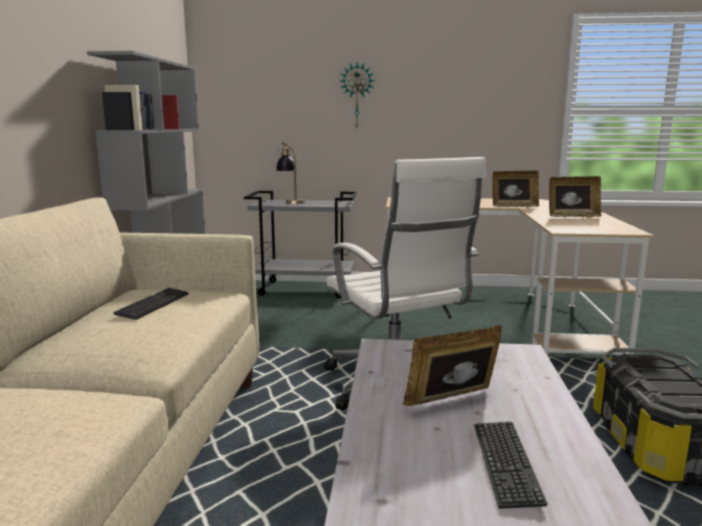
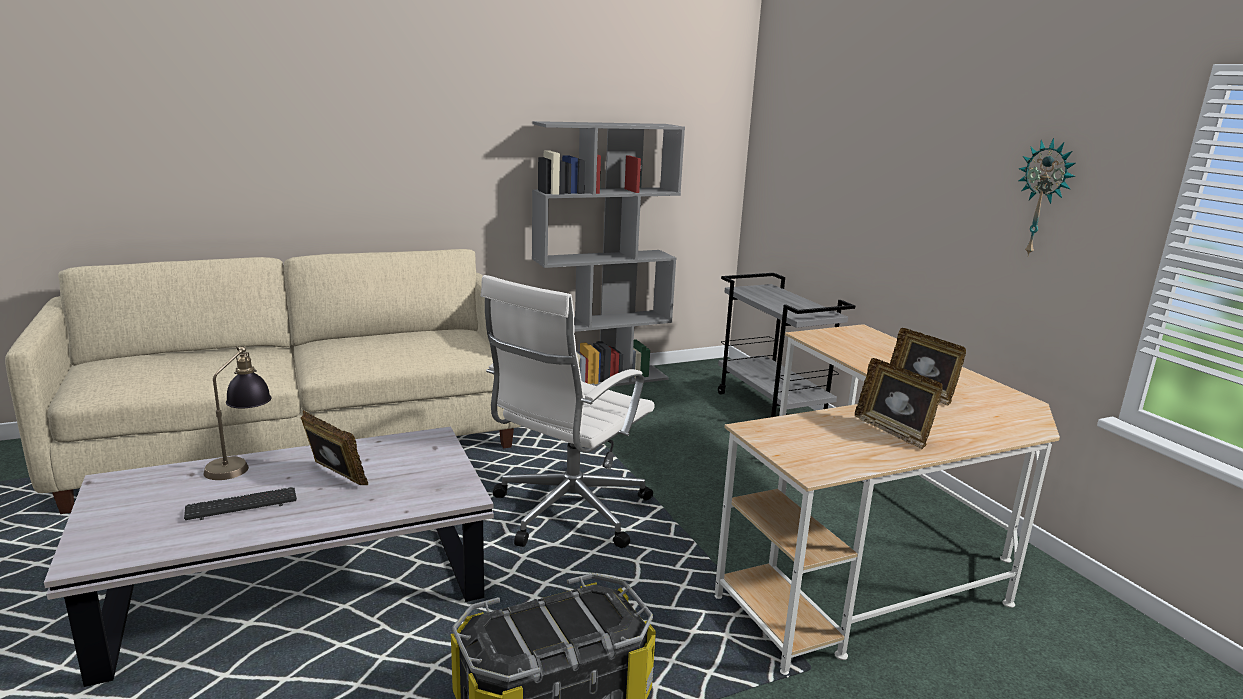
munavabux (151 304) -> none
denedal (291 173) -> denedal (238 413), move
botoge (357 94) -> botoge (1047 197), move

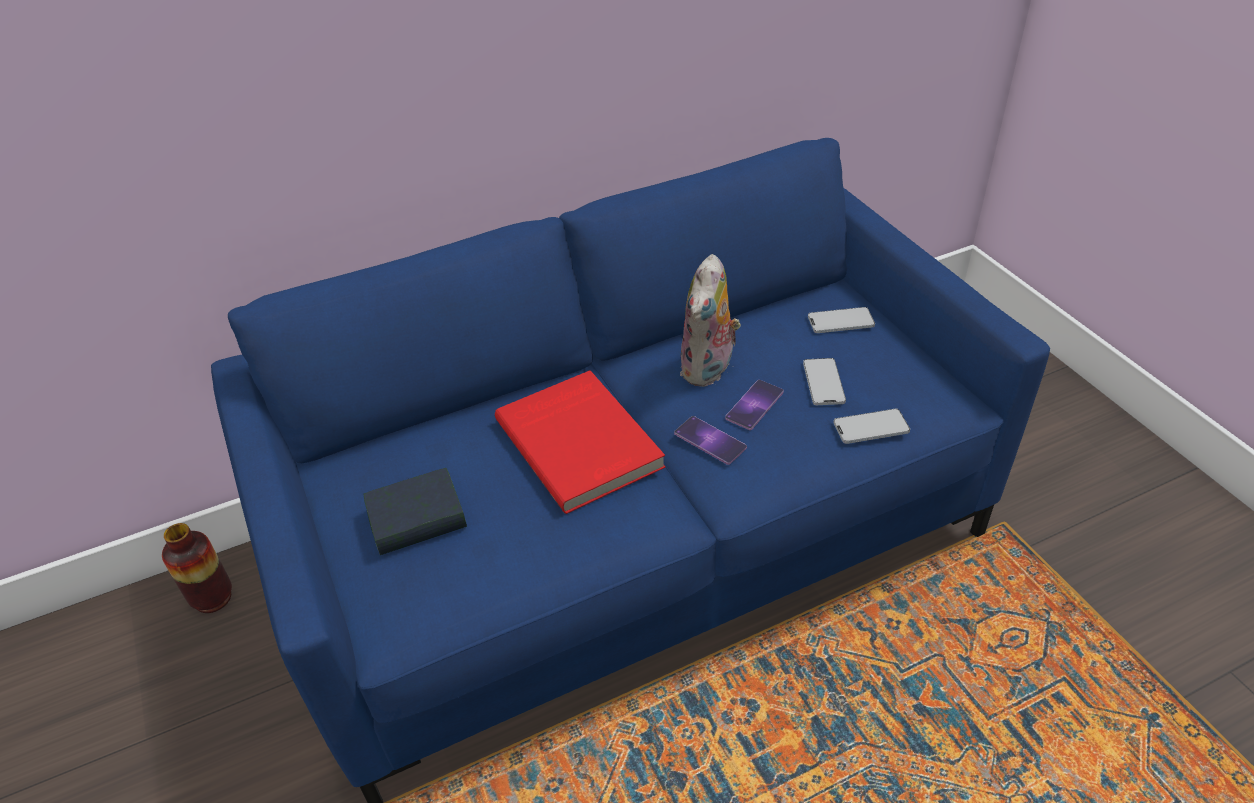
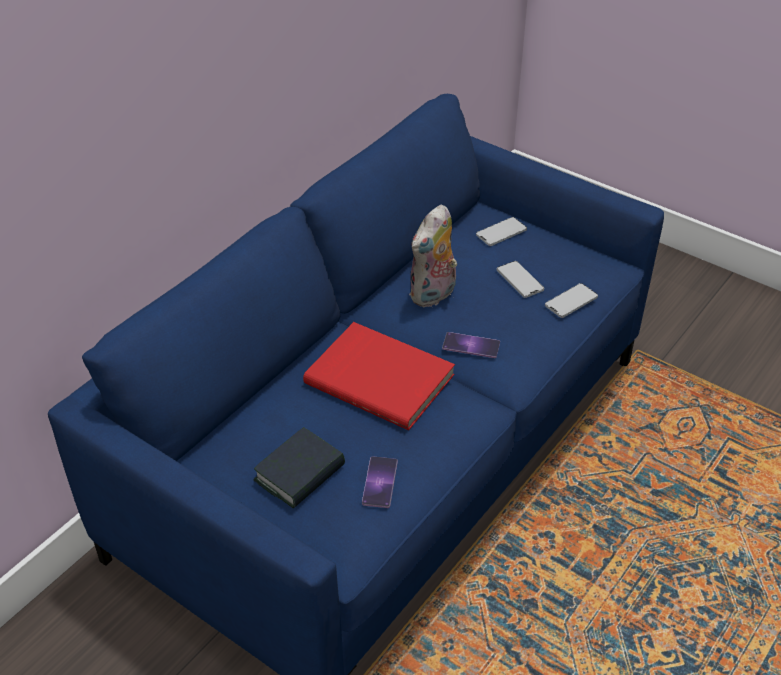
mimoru (197 568) -> none
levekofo (754 405) -> levekofo (380 482), move
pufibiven (710 320) -> pufibiven (433 256), 45 degrees clockwise

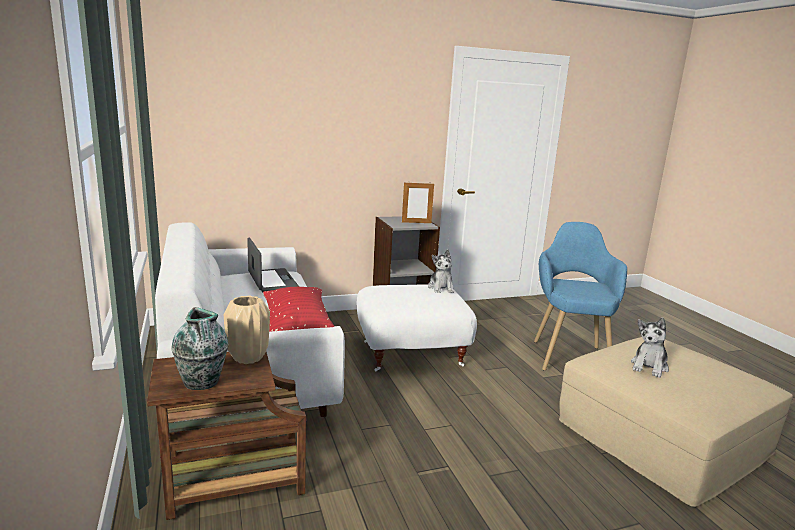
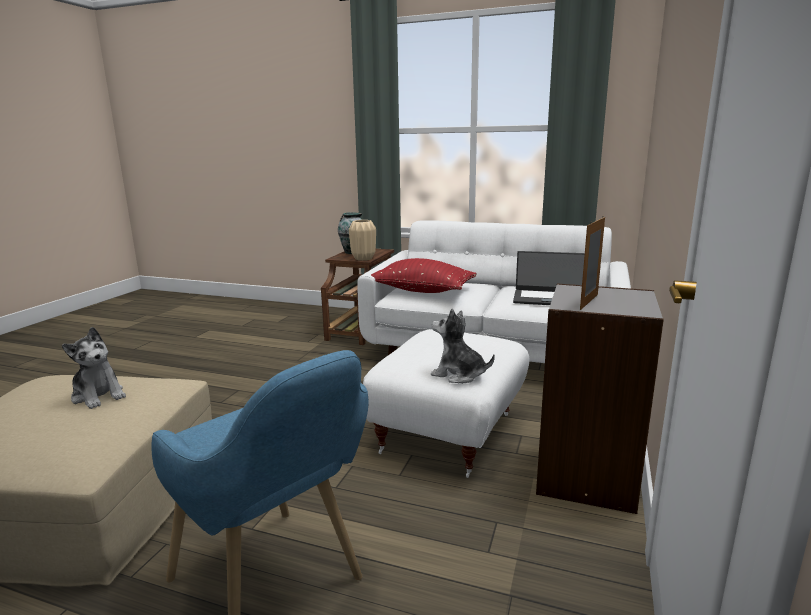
pufibiven (650 348) -> pufibiven (94 368), 150 degrees clockwise

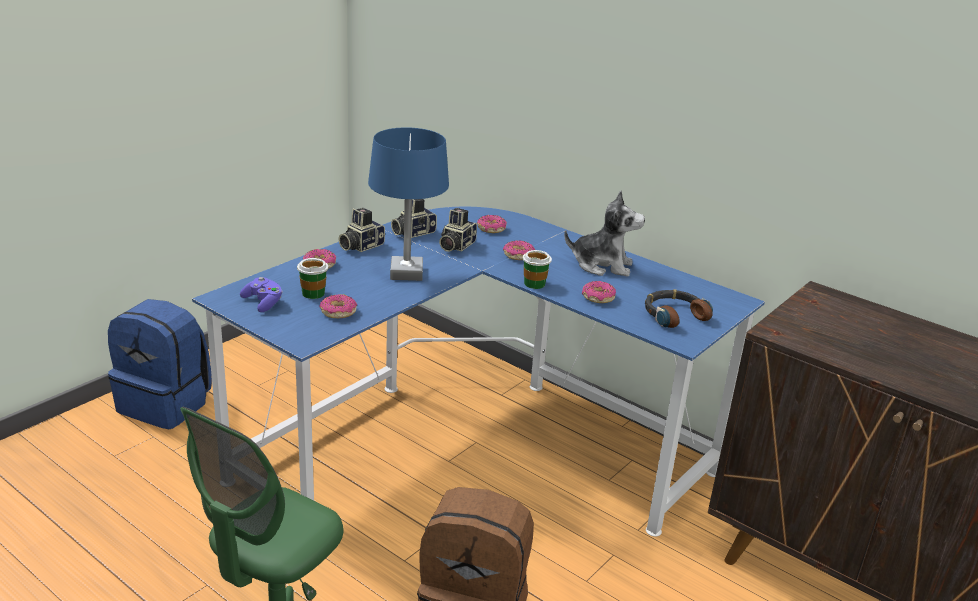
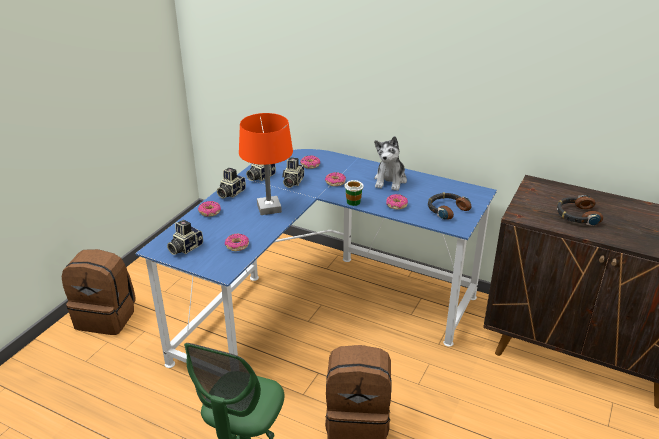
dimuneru (312 278) -> none
none -> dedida (580 210)
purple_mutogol (261 294) -> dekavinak (185 237)
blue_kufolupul (160 364) -> brown_kufolupul (98 292)
blue_denedal (408 204) -> orange_denedal (266 164)
pufibiven (604 233) -> pufibiven (390 163), 105 degrees clockwise

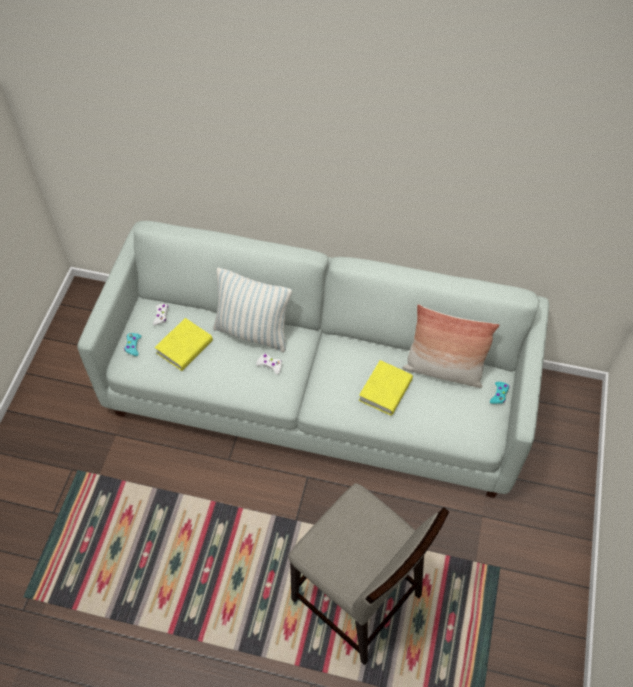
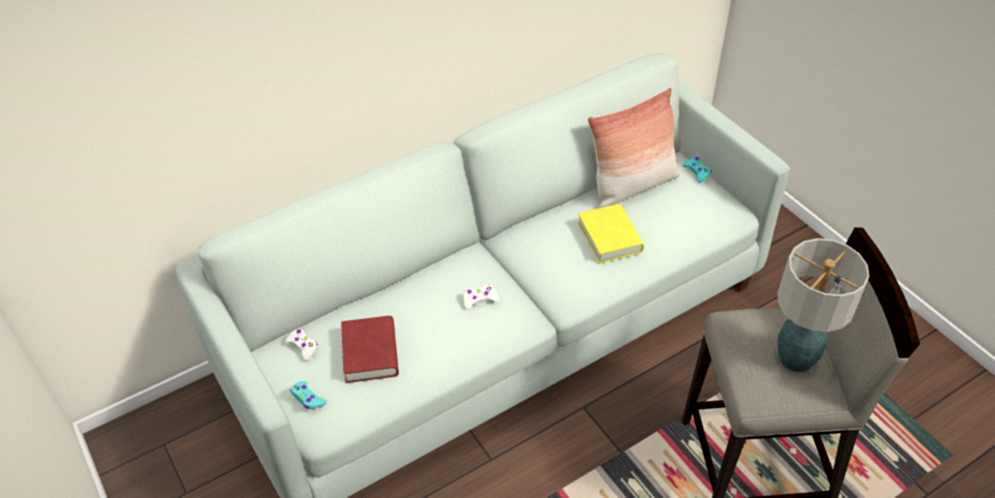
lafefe (252 309) -> none
none -> denedal (824 305)
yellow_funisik (184 344) -> red_funisik (370 349)

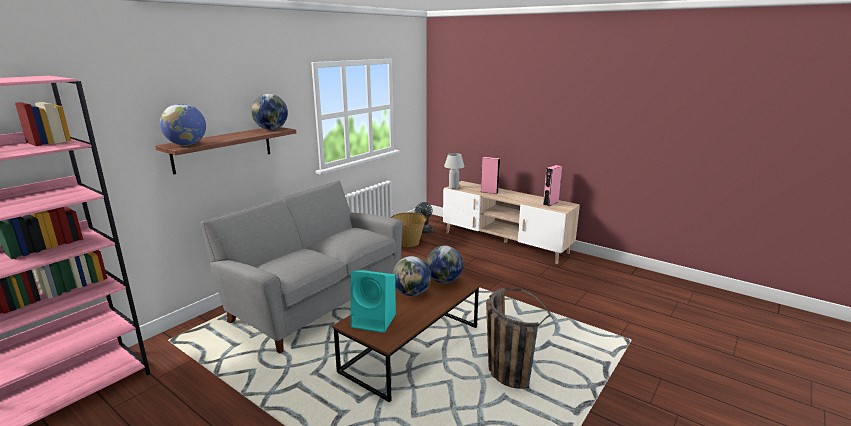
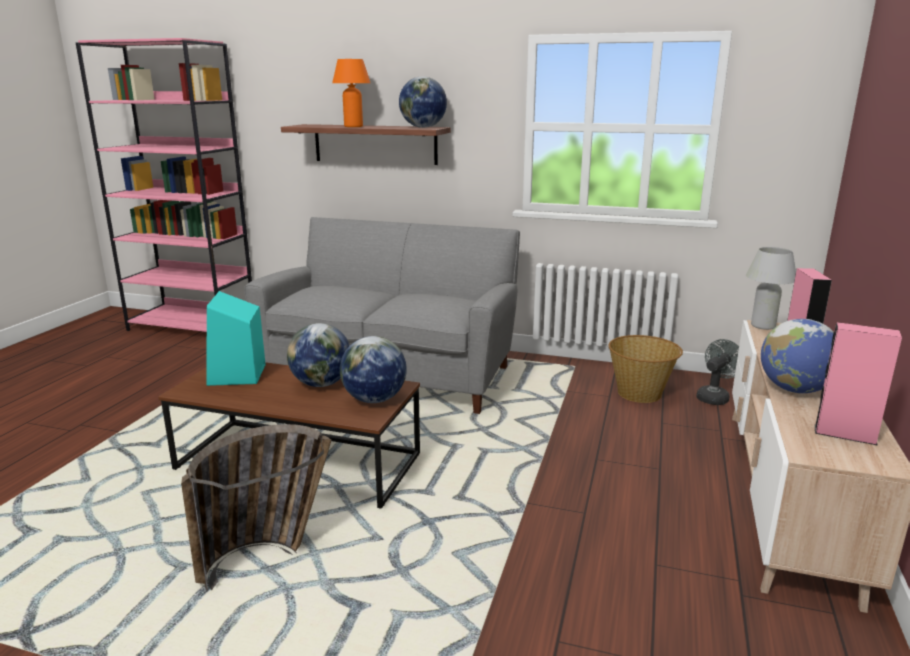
none -> orange_denedal (351 93)
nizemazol (183 124) -> nizemazol (797 356), move

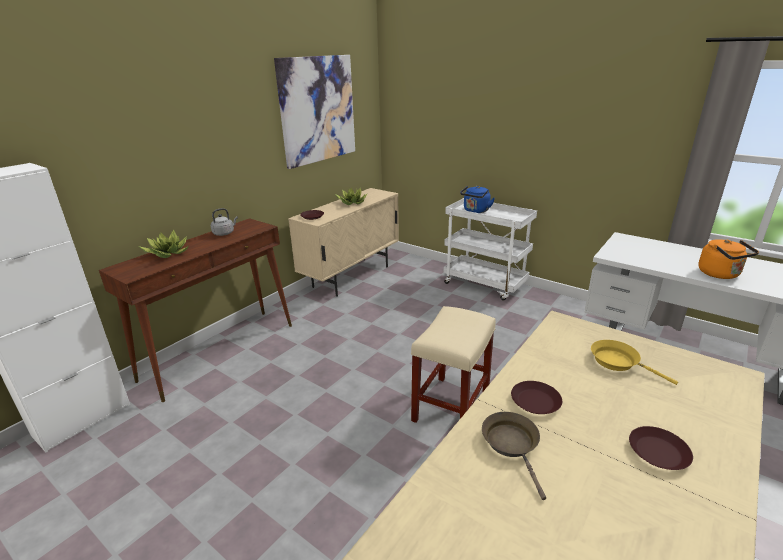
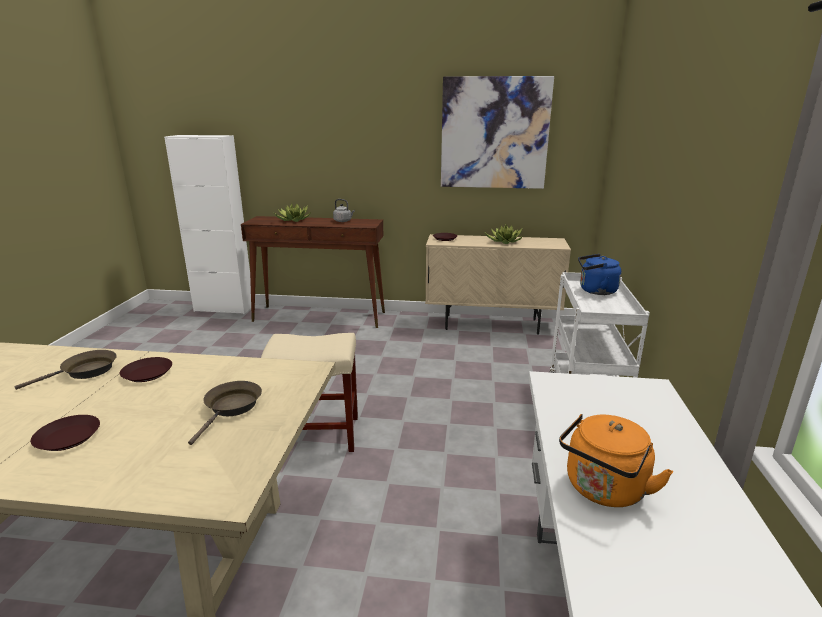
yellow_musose (634 362) -> brown_musose (225 413)

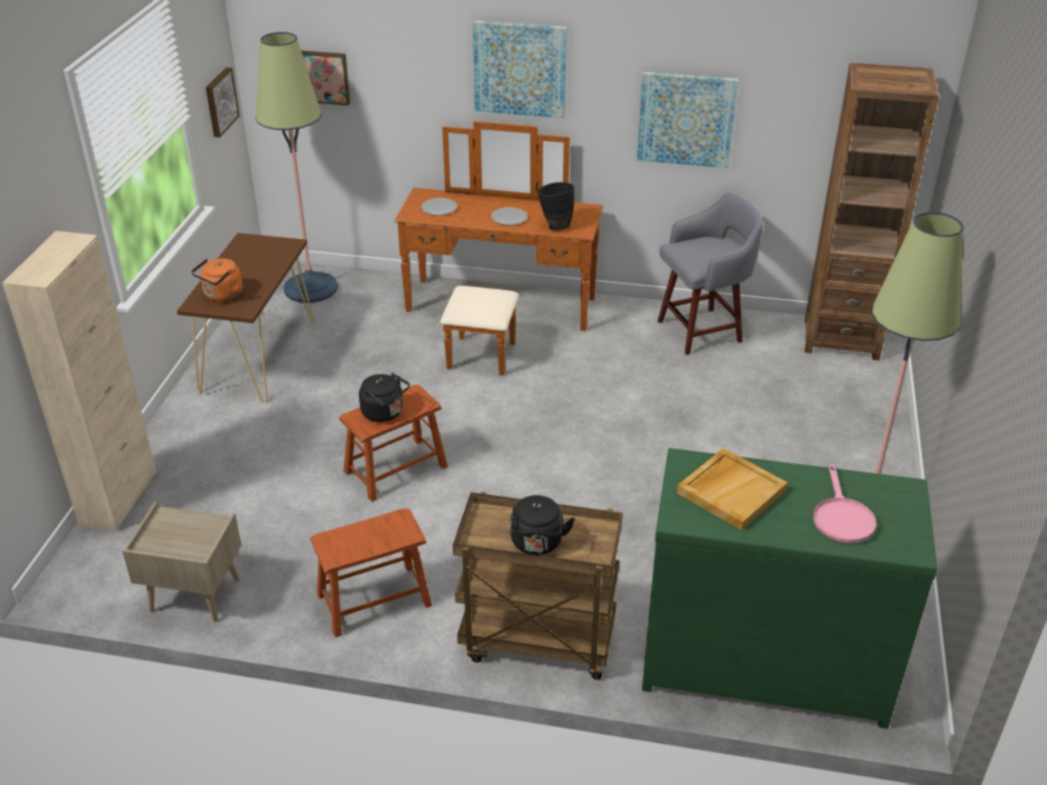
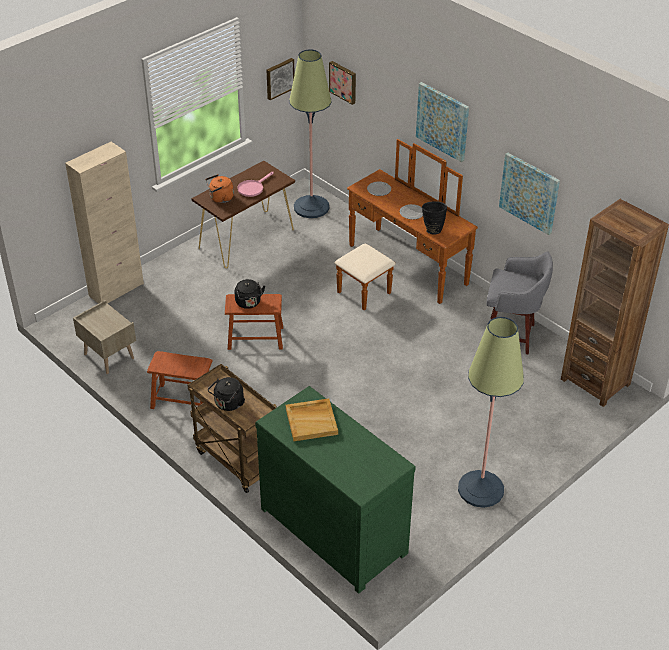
pink_musose (845 503) -> pink_musose (255 184), move

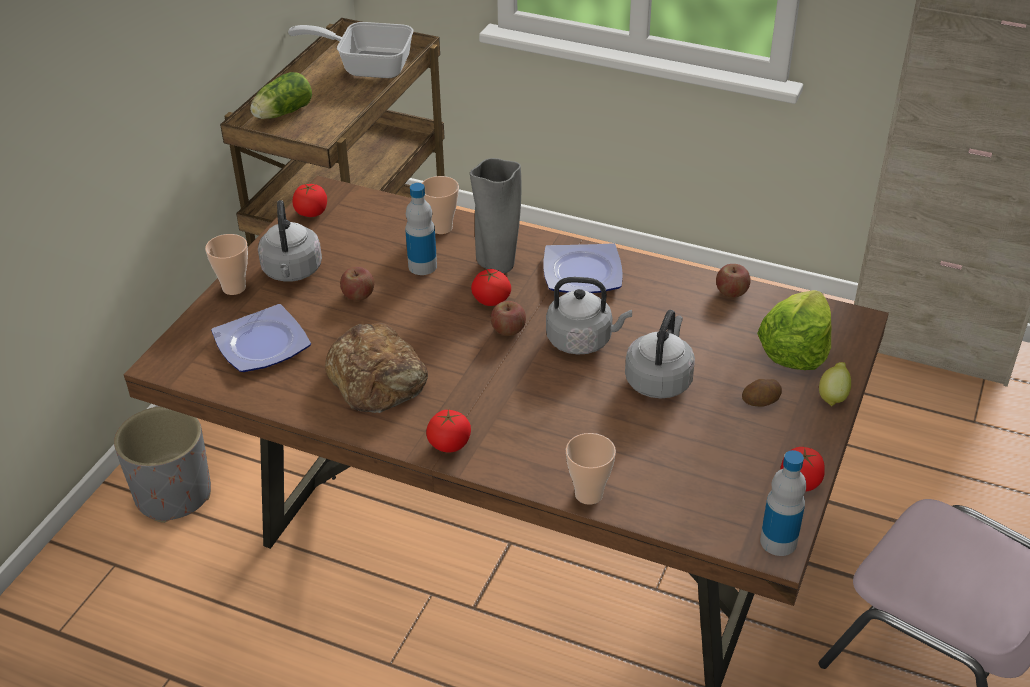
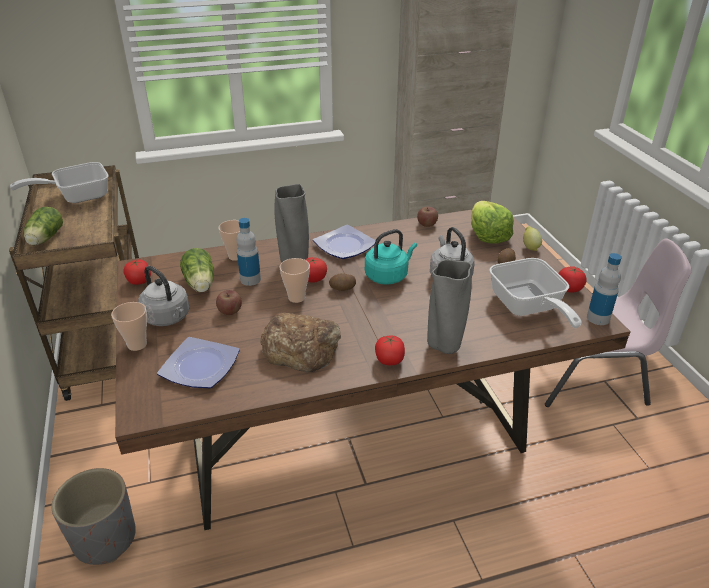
none -> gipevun (197 270)
none -> grey_mimoru (449 307)
none -> musose (535 293)
dimuneru (591 469) -> dimuneru (294 280), move
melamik (508 318) -> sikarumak (342 282)
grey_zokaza (589 316) -> turquoise_zokaza (391 257)

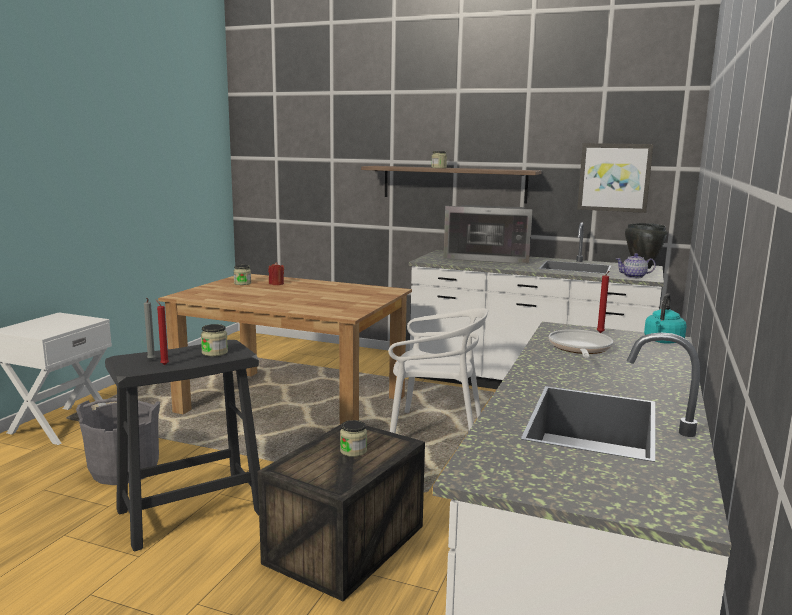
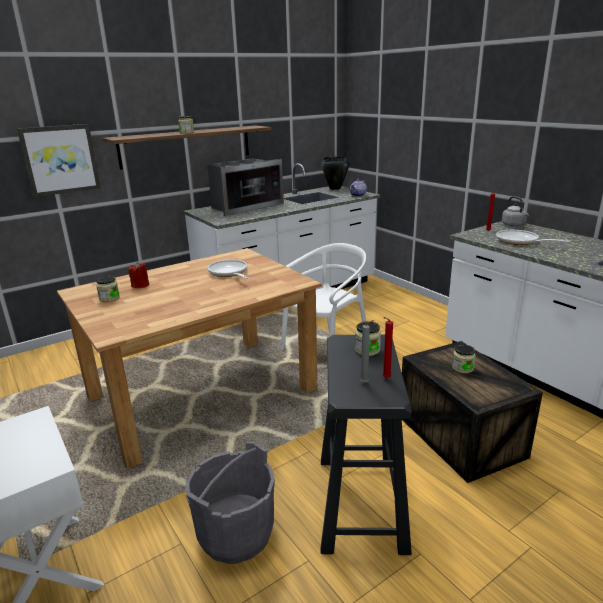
none -> musose (228 269)
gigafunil (615 178) -> gigafunil (59 160), move
turquoise_zokaza (665 318) -> grey_zokaza (515 211)

